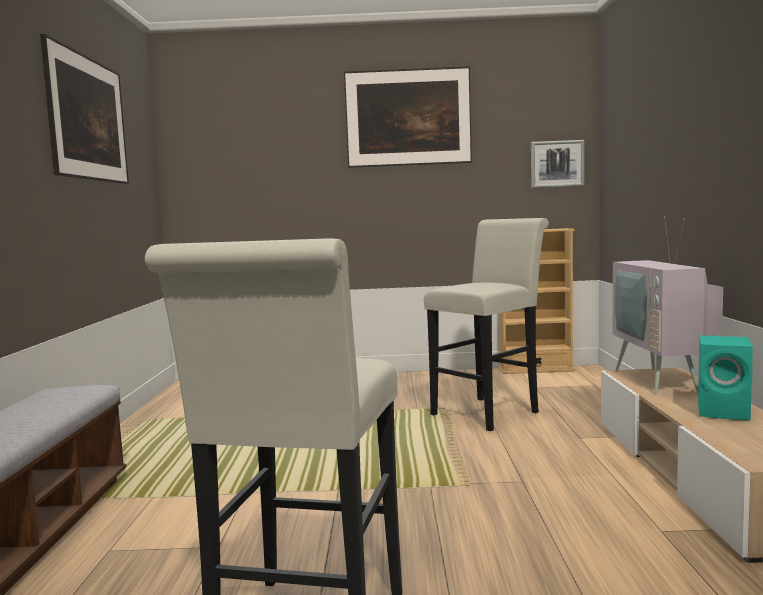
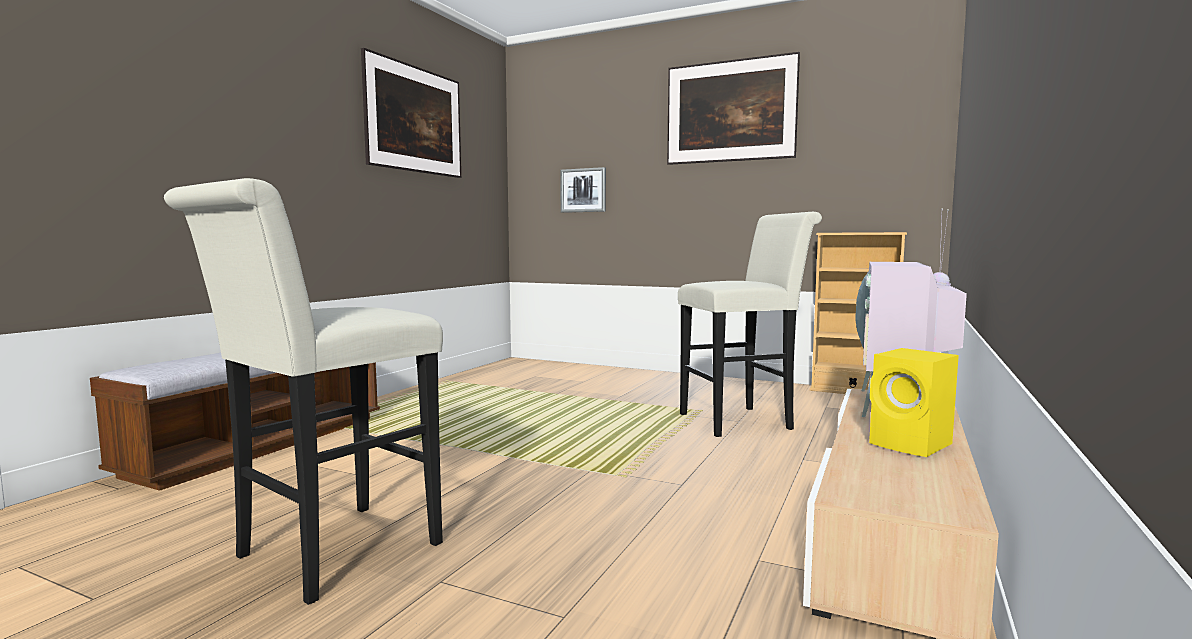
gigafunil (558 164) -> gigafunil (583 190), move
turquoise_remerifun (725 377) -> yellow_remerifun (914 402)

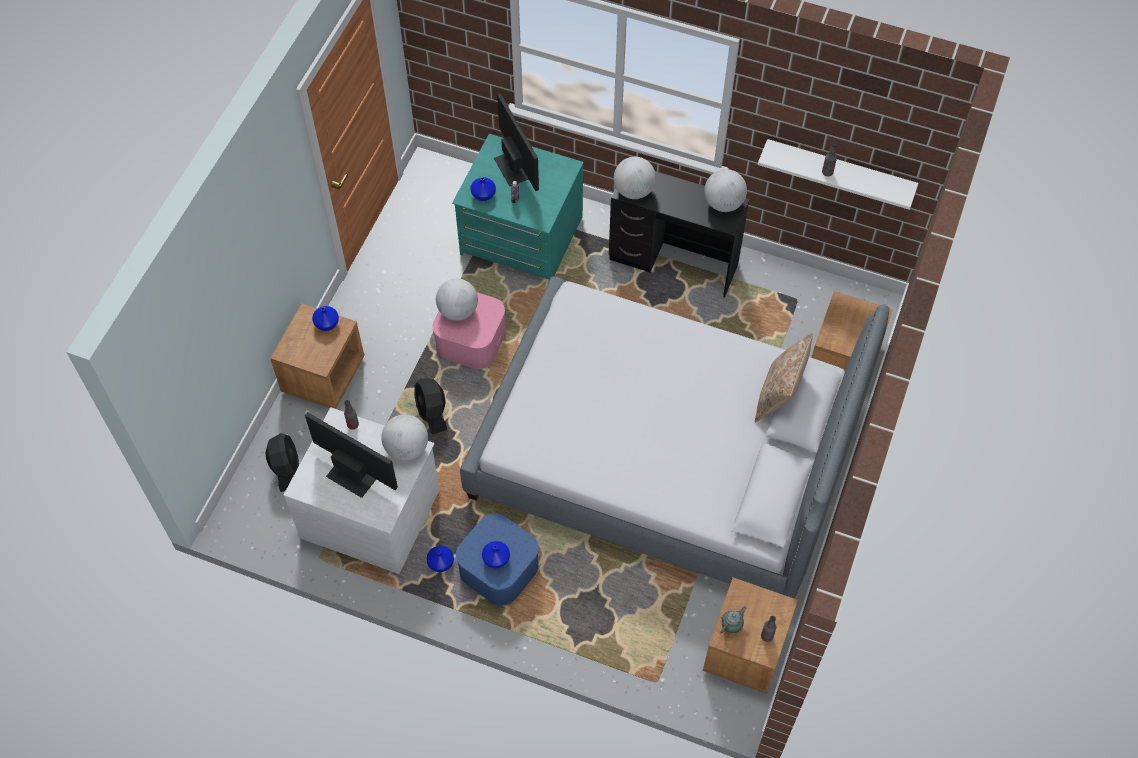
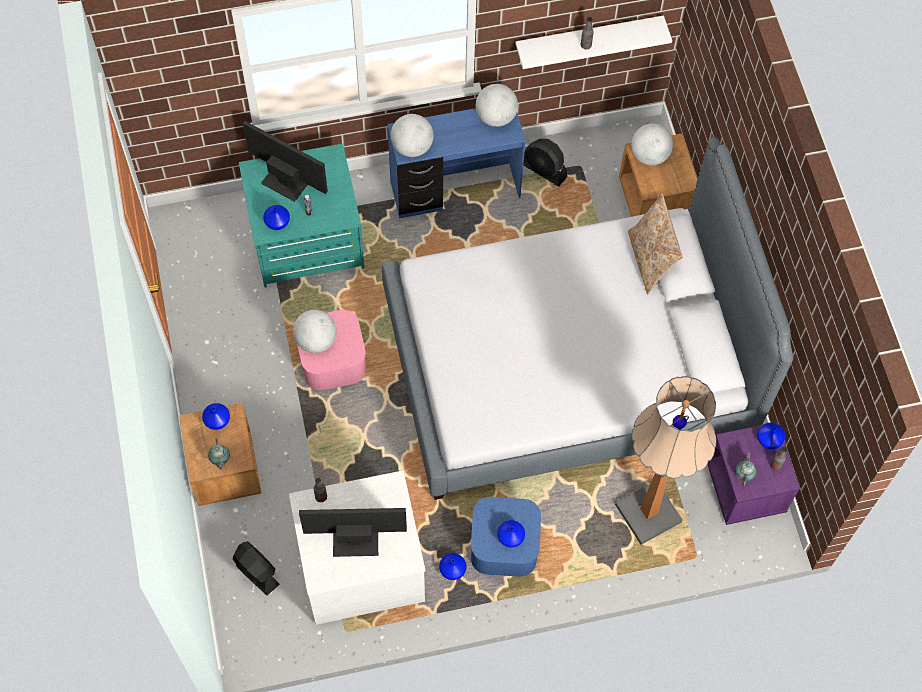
none -> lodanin (219 454)
none -> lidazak (665 460)
none -> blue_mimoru (771 436)
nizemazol (404 437) -> nizemazol (652 144), move
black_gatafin (430 406) -> black_gatafin (545 163), move
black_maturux (679 234) -> blue_maturux (456 163)
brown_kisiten (750 635) -> purple_kisiten (754 473)

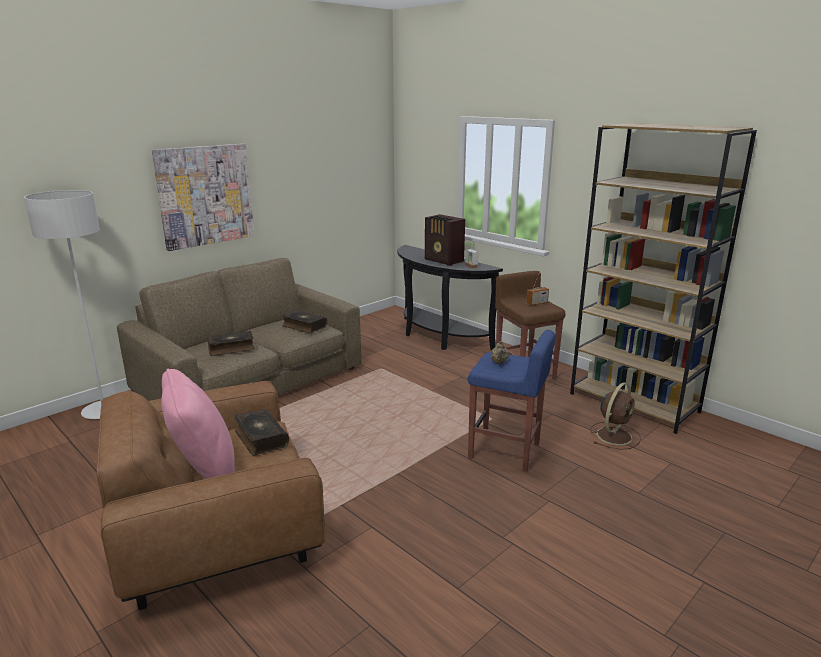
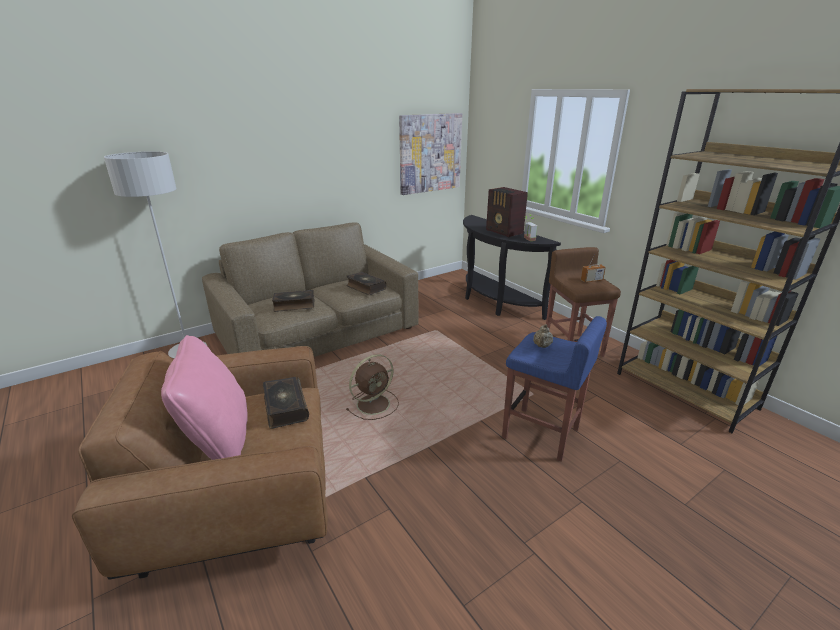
gigafunil (203 197) -> gigafunil (430 154), move
brown_gatafin (616 416) -> brown_gatafin (372 387), move

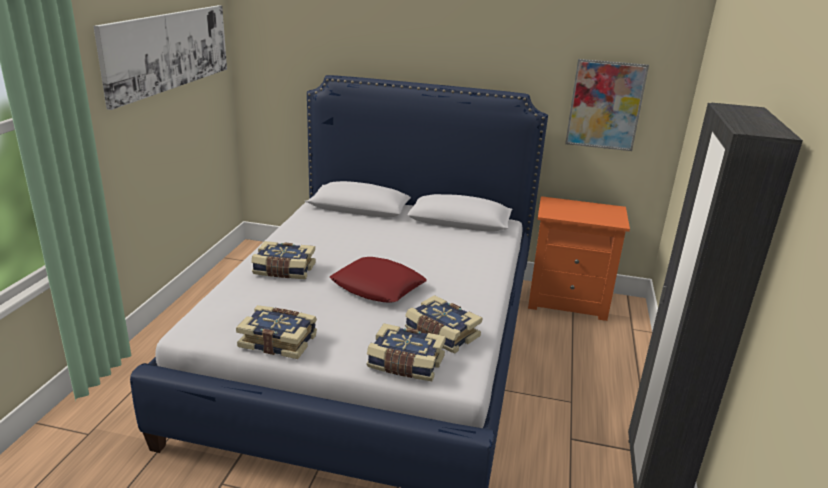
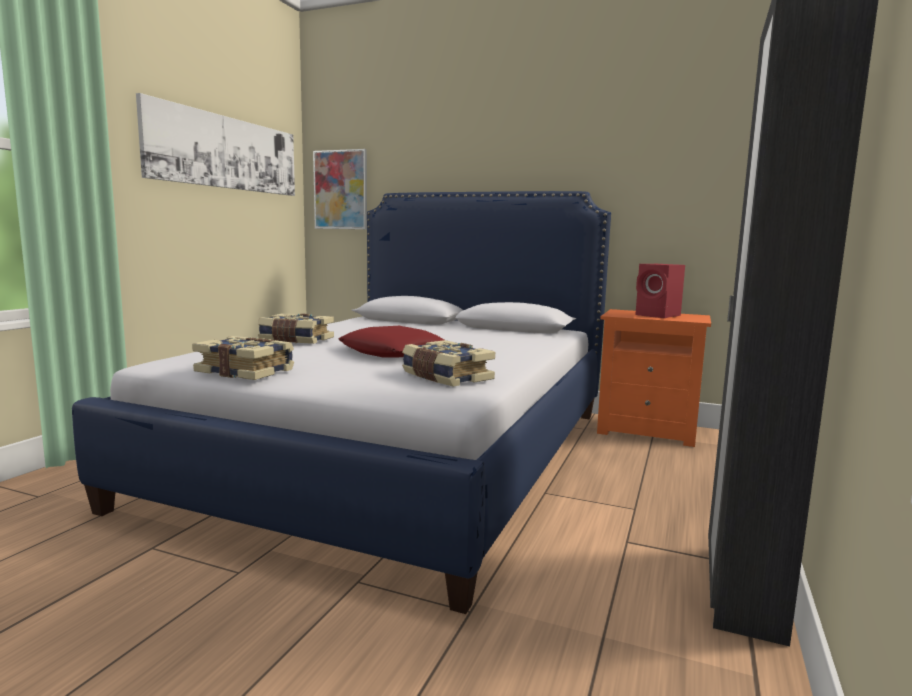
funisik (406 352) -> none
none -> red_remerifun (660 291)
gigafunil (607 105) -> gigafunil (340 189), move

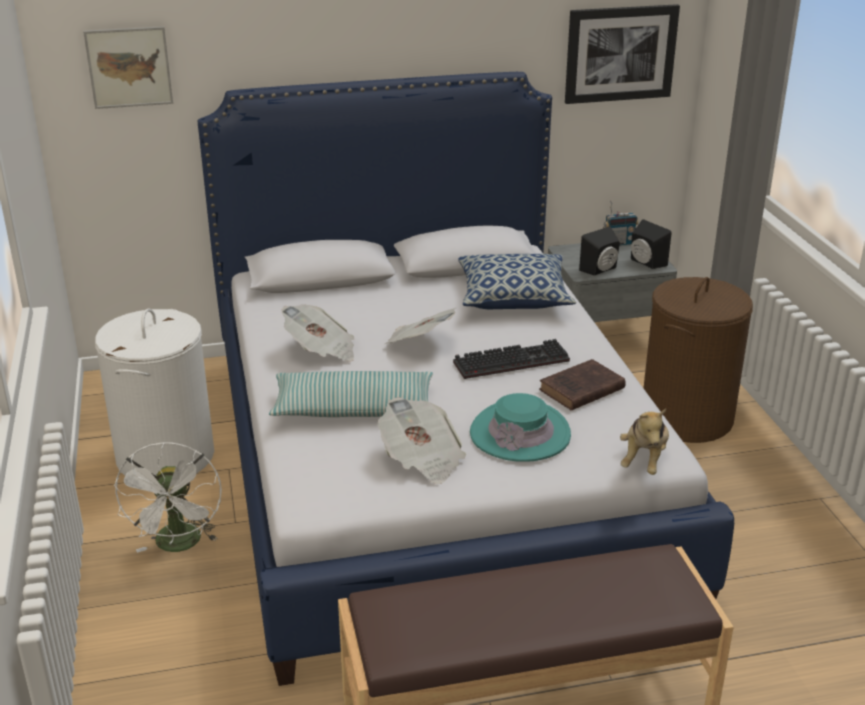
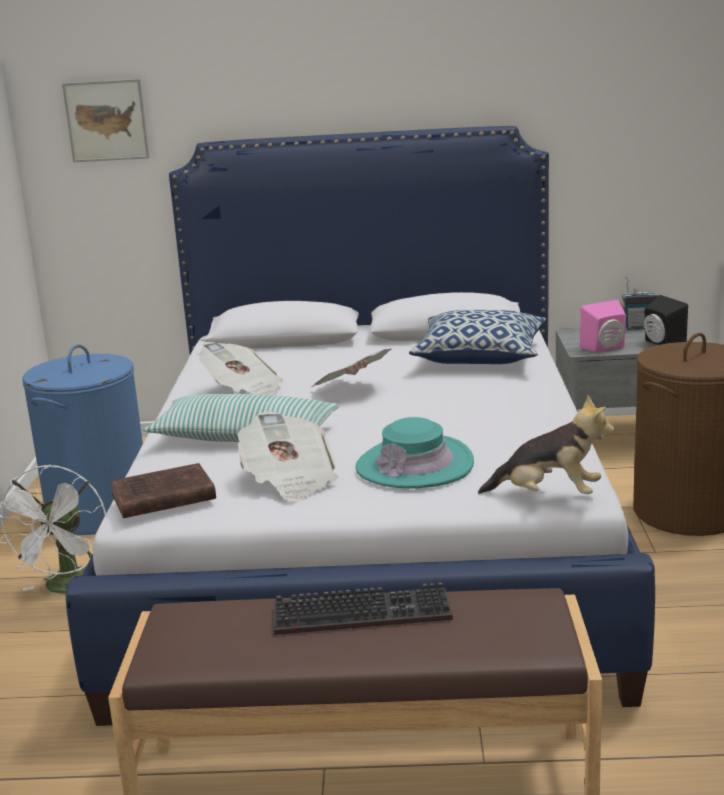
gigafunil (622 54) -> none
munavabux (511 359) -> munavabux (363 608), move
brown_funisik (582 385) -> brown_funisik (163 490), move
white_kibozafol (154 392) -> blue_kibozafol (82 439)
black_remerifun (599 251) -> pink_remerifun (603 326)
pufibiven (644 441) -> pufibiven (546 444), 105 degrees counterclockwise

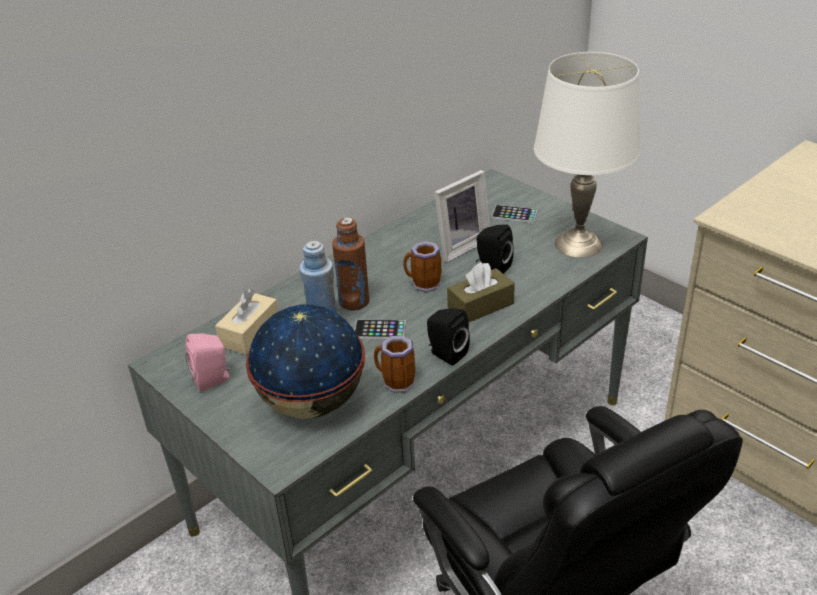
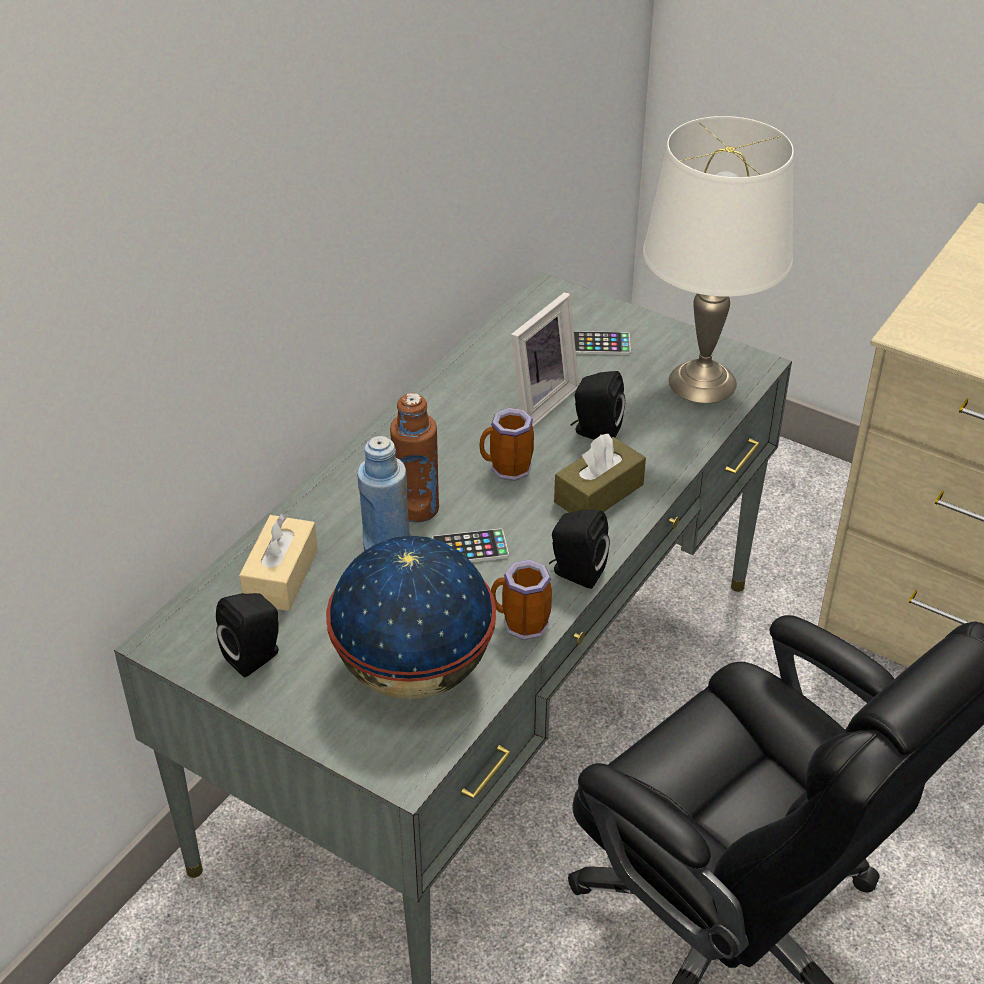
pink_remerifun (207 363) -> black_remerifun (247 635)

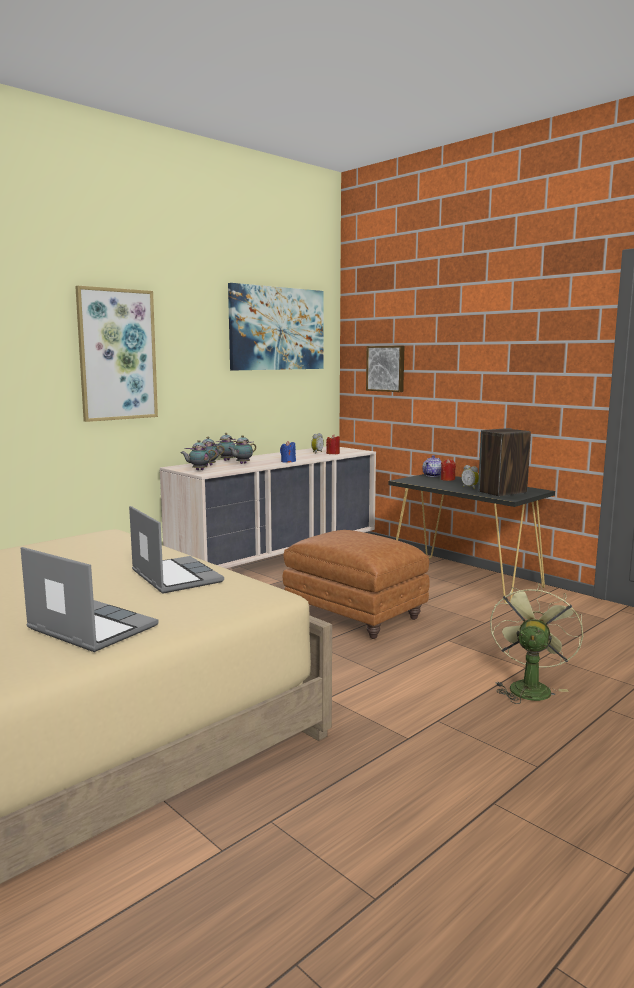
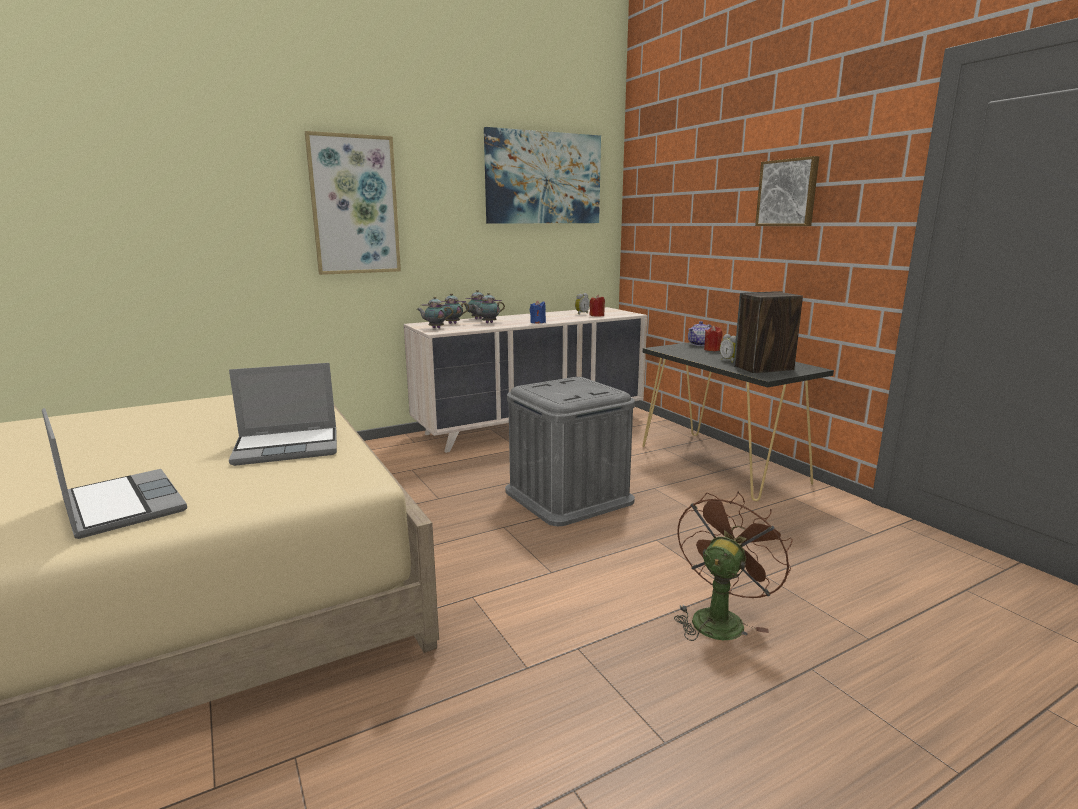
gigafunil (385 369) -> gigafunil (787 191), move
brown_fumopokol (356 584) -> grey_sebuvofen (570 451)
green_gatafin (536 643) -> brown_gatafin (733 566)
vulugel (176 550) -> vulugel (283 414), 90 degrees clockwise

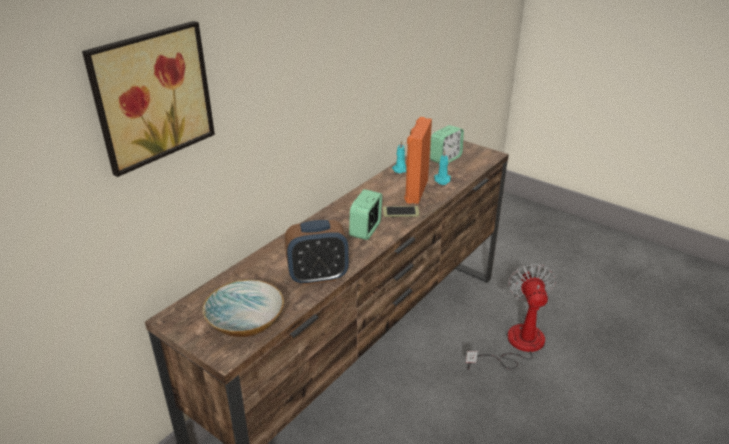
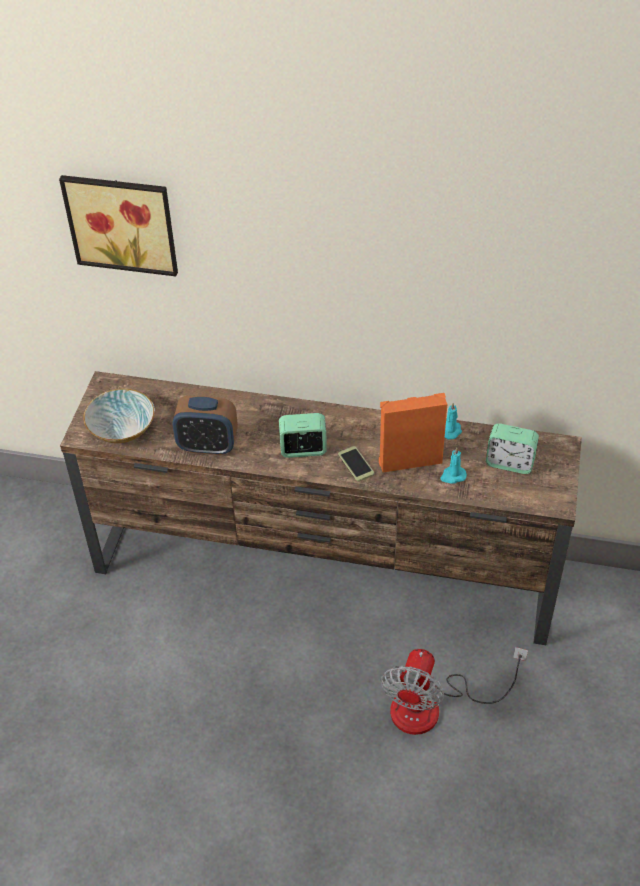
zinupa (317 252) -> zinupa (205 425), 45 degrees counterclockwise
gatafin (511 316) -> gatafin (454 691), 135 degrees clockwise

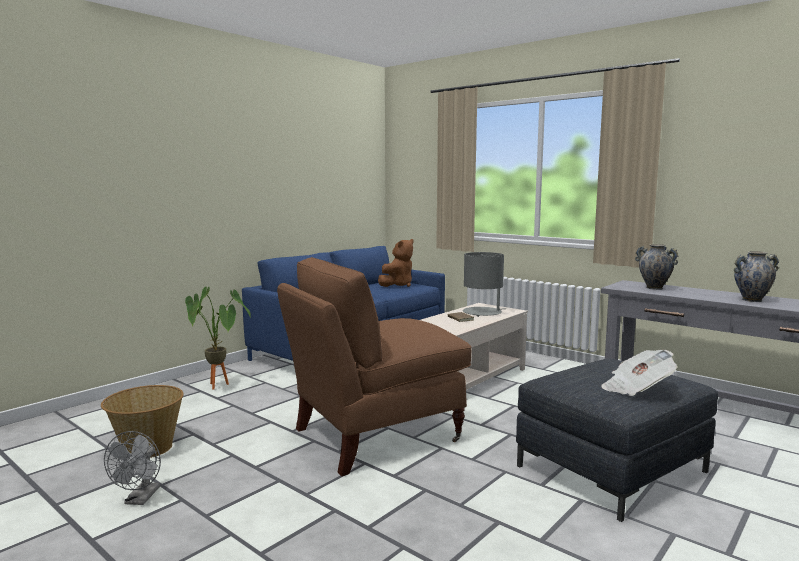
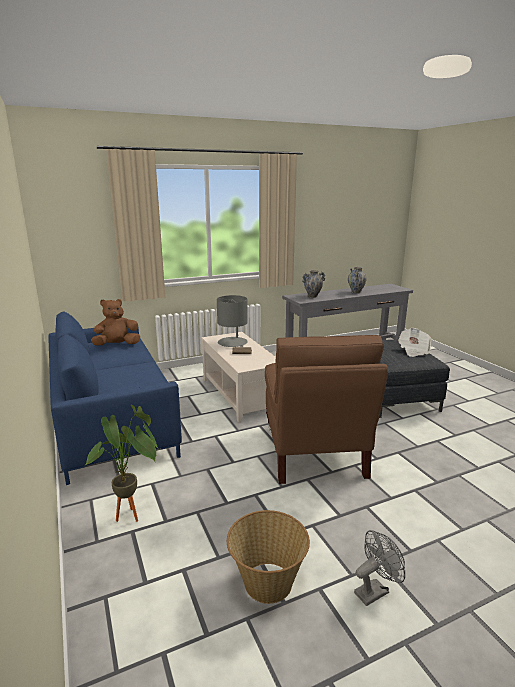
grey_gatafin (132 468) -> grey_gatafin (379 568), 60 degrees counterclockwise
brown_pufibiven (396 263) -> brown_pufibiven (115 322), 90 degrees counterclockwise

